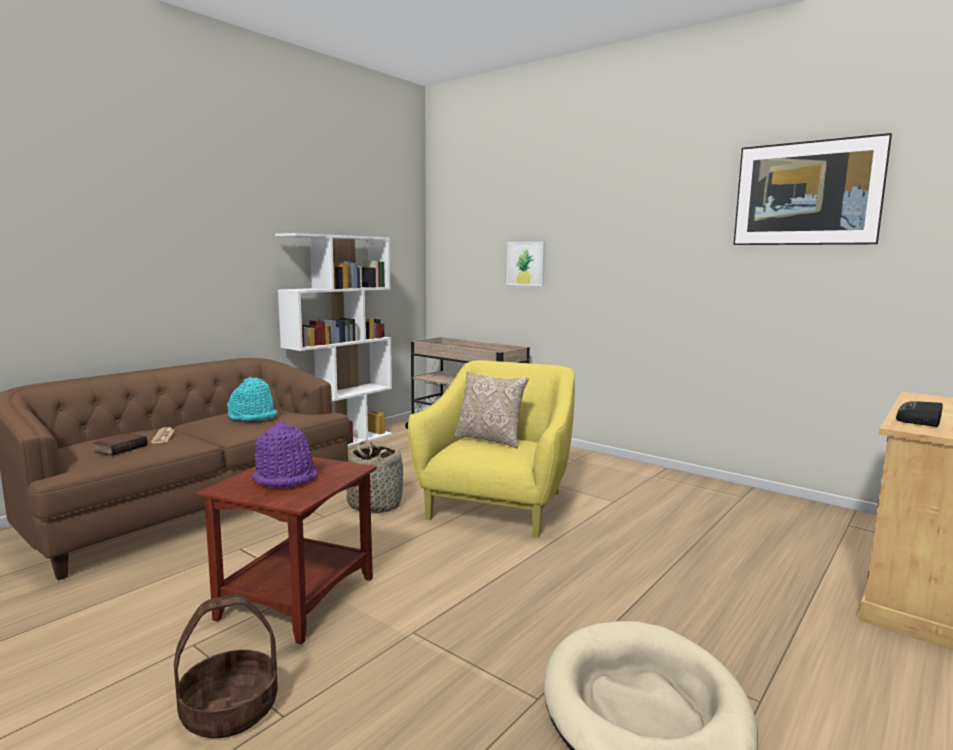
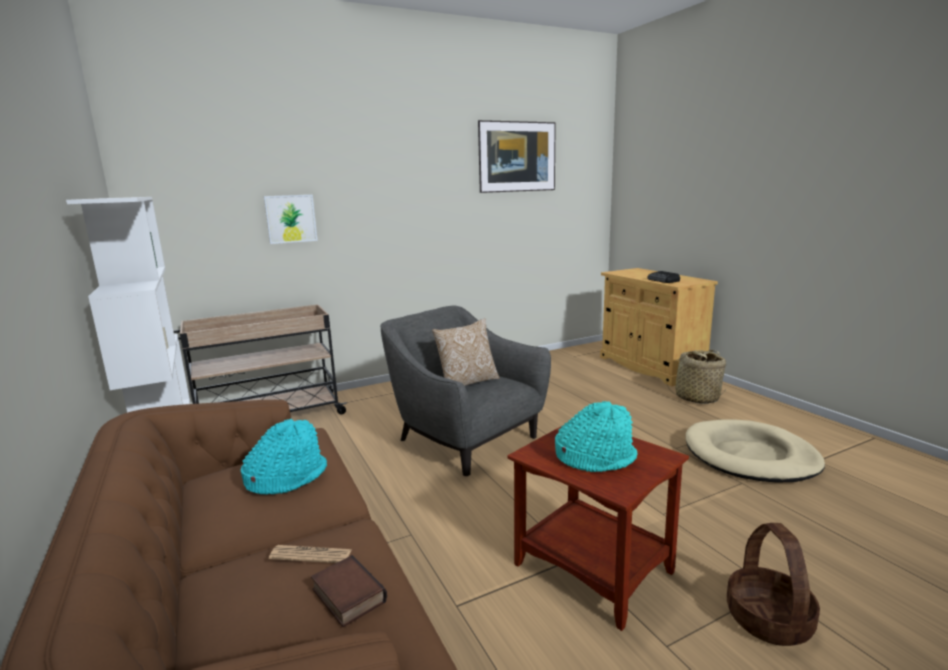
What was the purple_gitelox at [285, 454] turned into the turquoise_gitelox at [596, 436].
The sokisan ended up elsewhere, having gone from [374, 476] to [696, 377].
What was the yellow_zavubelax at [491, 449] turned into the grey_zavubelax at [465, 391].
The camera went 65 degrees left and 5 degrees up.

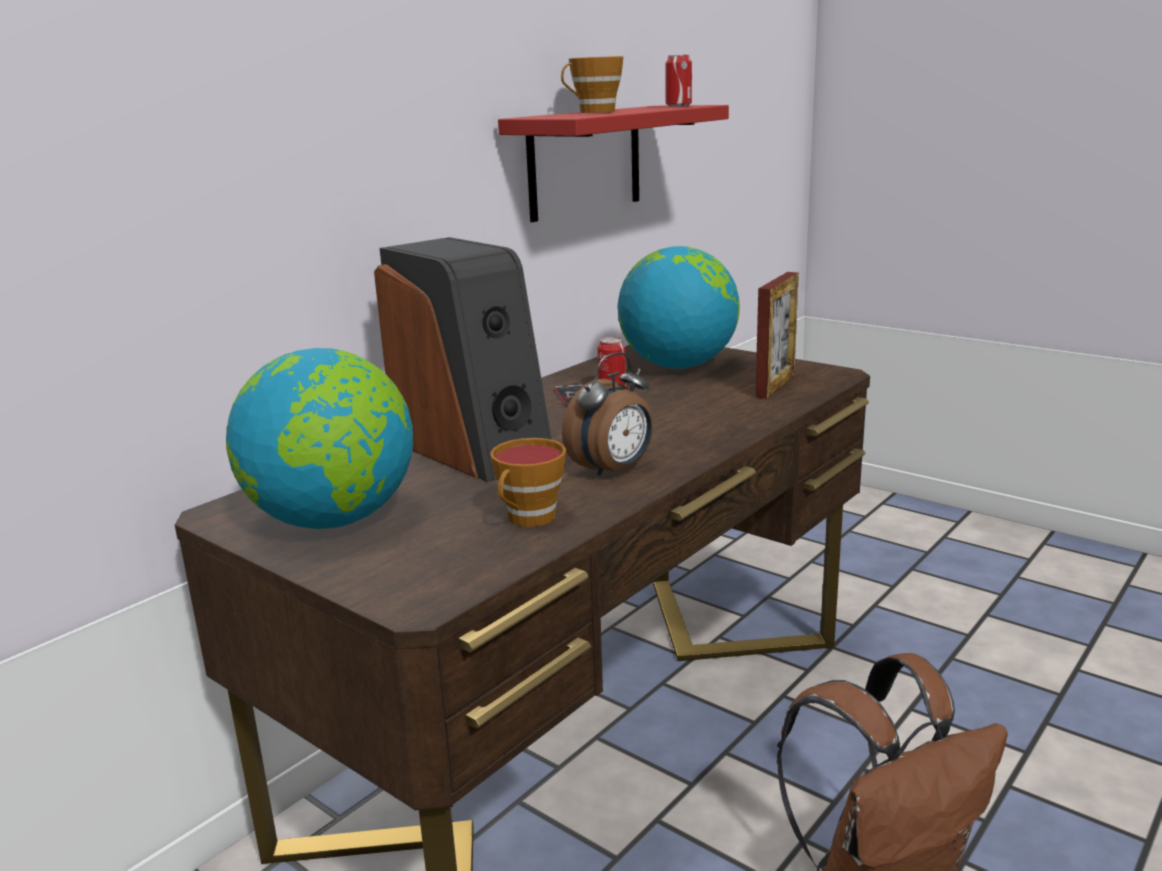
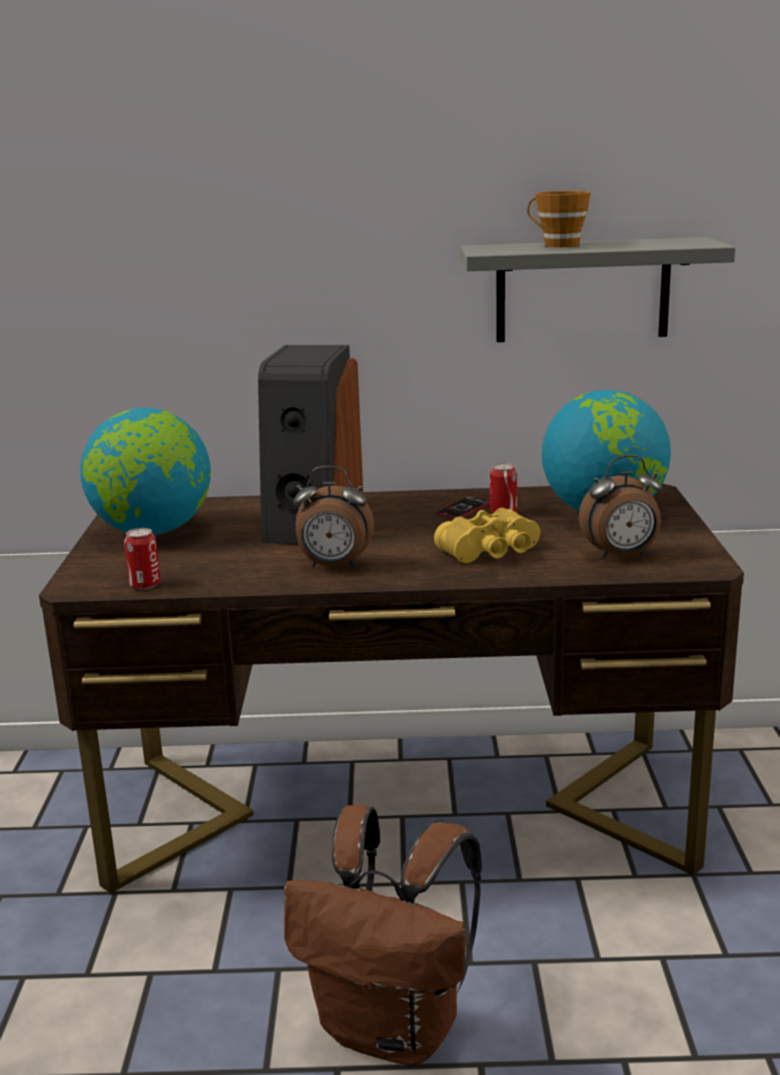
The second view lost the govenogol at [528, 482].
What was the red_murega at [613, 163] turned into the grey_murega at [598, 289].
The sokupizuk ended up elsewhere, having gone from [678, 81] to [142, 559].
Where the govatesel stood at [777, 335], the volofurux came to stand at [620, 507].
The second view gained the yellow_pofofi at [487, 535].
The camera went 50 degrees right and 0 degrees up.

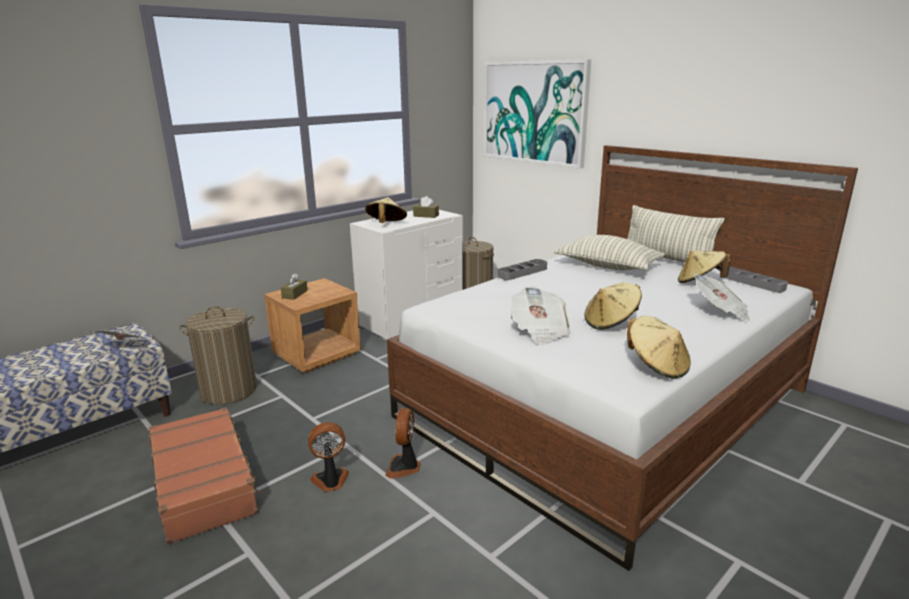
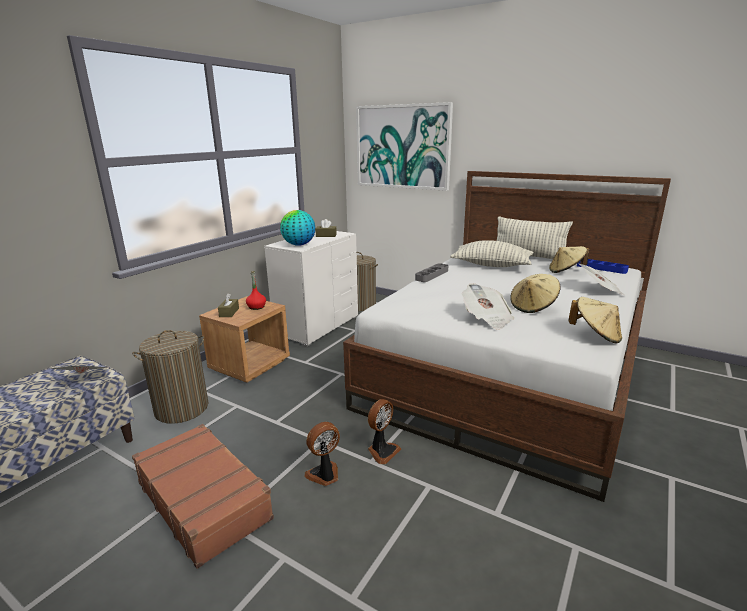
Where the beige_gitelox stood at [386, 210], the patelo came to stand at [297, 228].
The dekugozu at [403, 443] ended up facing another way, 135 degrees counterclockwise from before.
What was the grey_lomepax at [755, 280] turned into the blue_lomepax at [603, 266].
The second view gained the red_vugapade at [256, 290].
The camera went 15 degrees left and 0 degrees up.

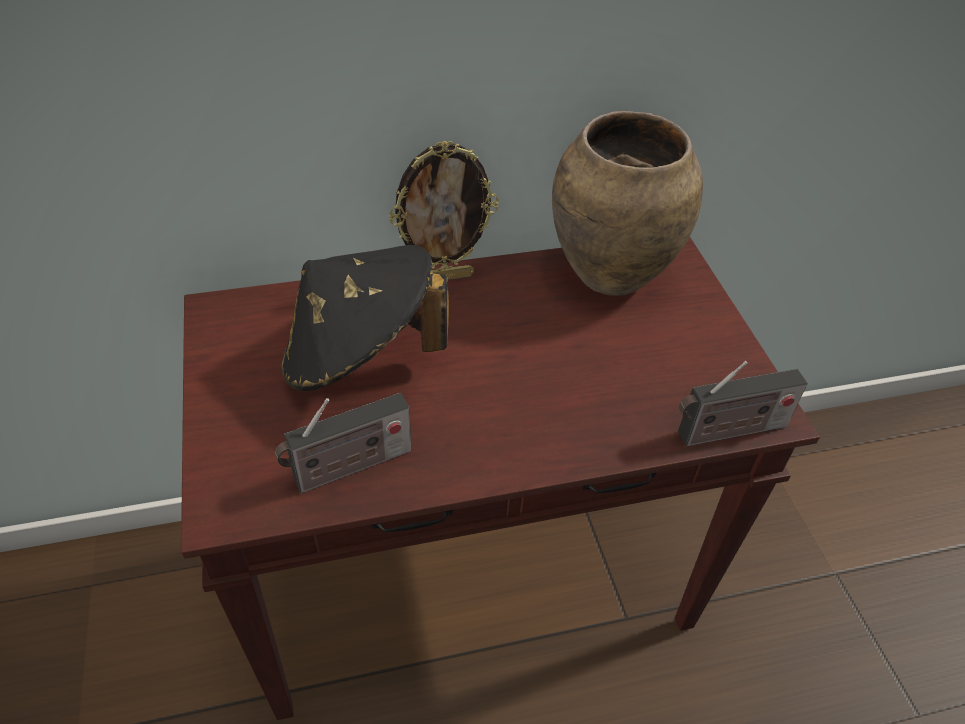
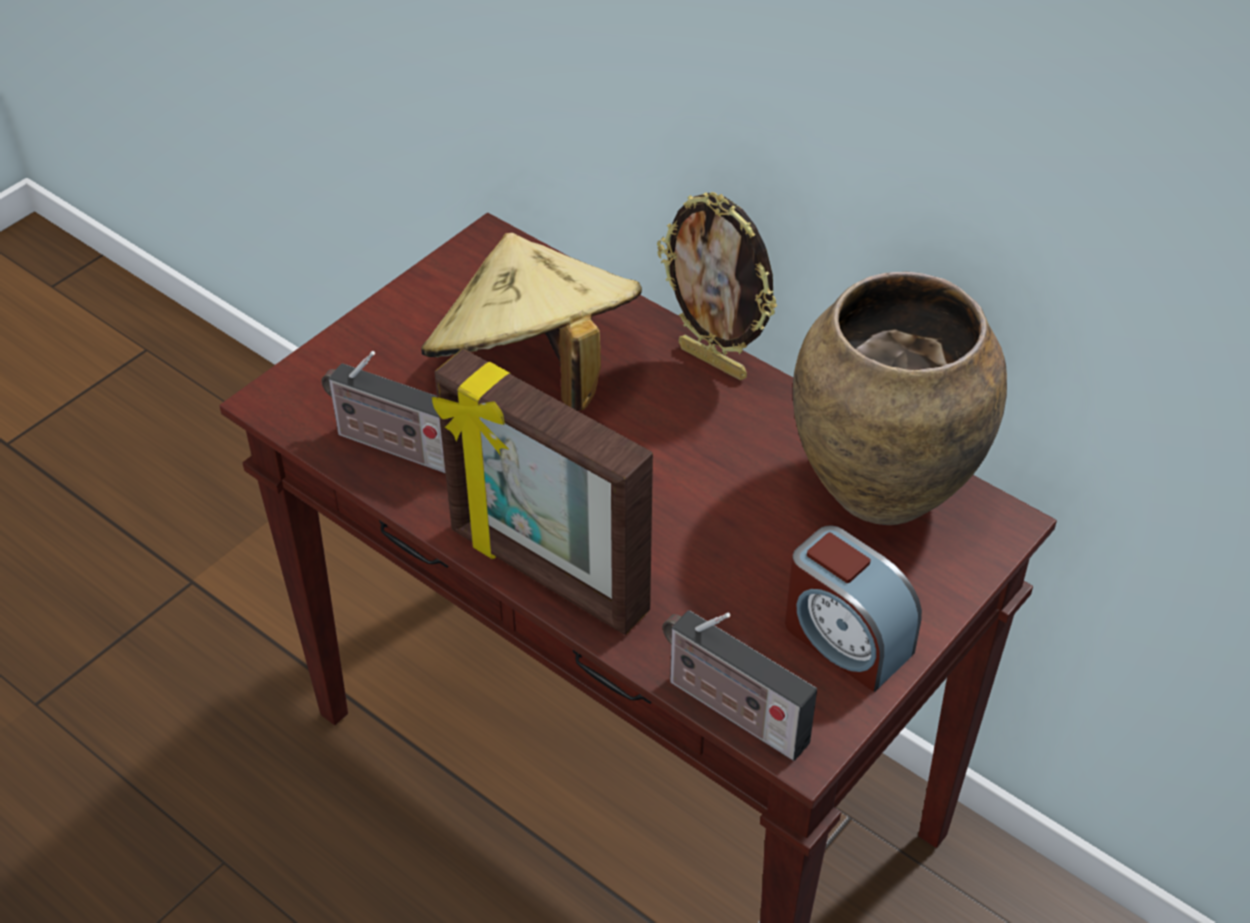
What was the black_gitelox at [365, 318] turned into the beige_gitelox at [531, 322].
The second view gained the govatesel at [542, 491].
The second view gained the volofurux at [853, 608].
The camera went 55 degrees right and 0 degrees up.

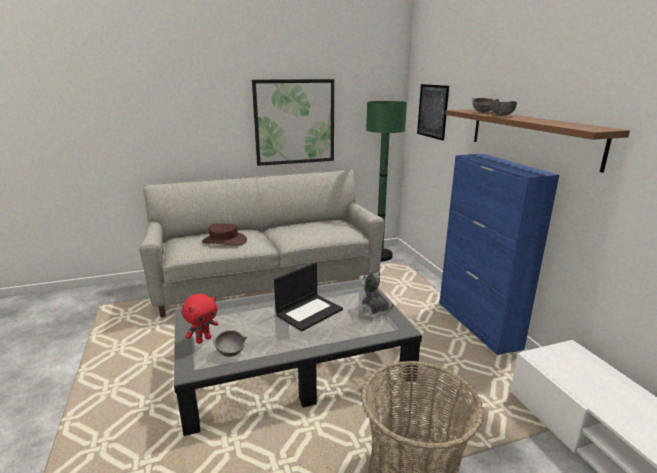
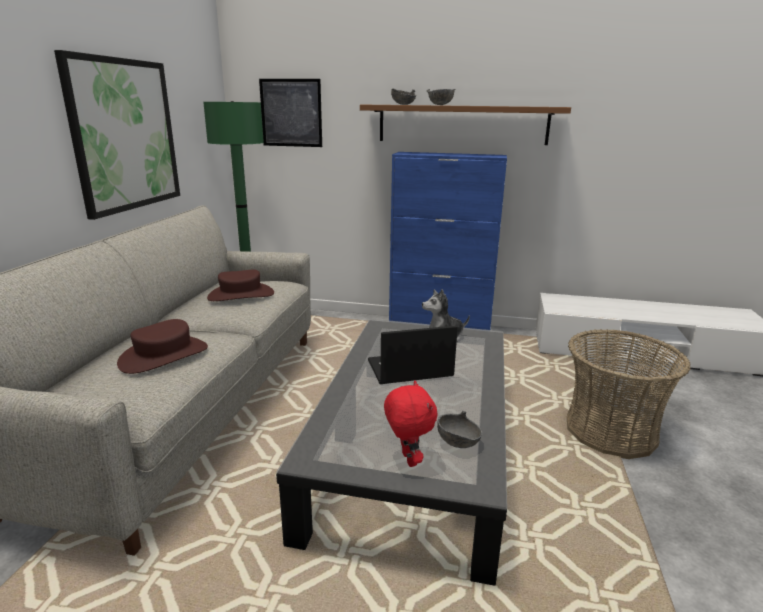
The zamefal at [308, 296] ended up facing another way, 90 degrees counterclockwise from before.
The second view gained the brown_gitelox at [240, 285].
The camera went 60 degrees left and 0 degrees up.

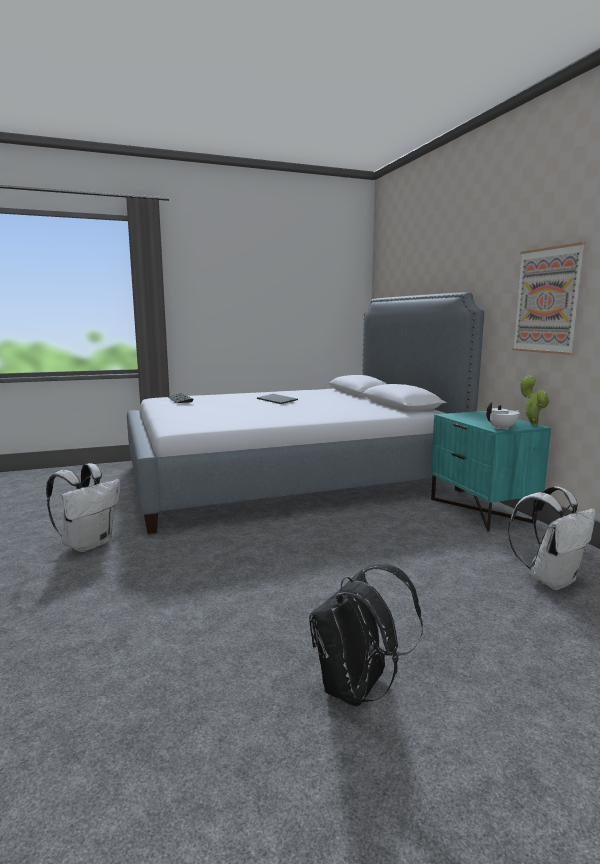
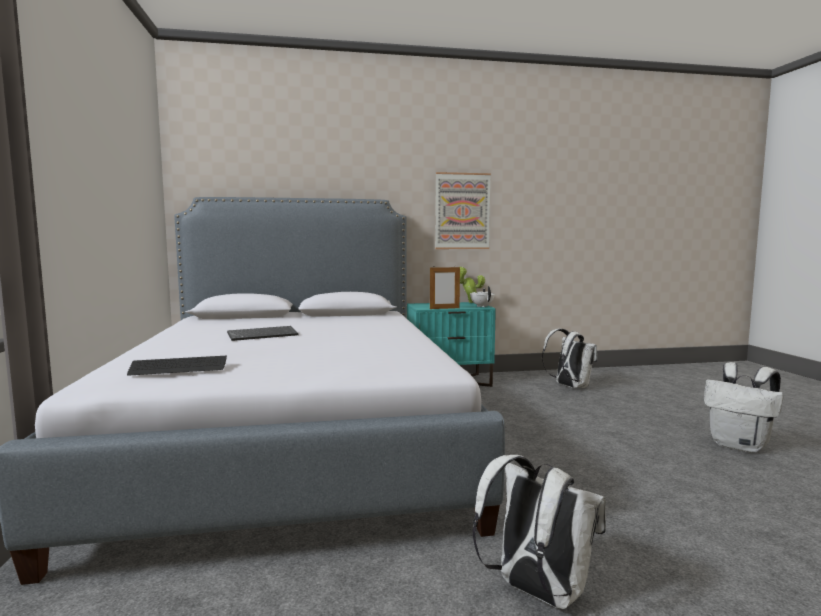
What was the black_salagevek at [366, 635] turned into the white_salagevek at [743, 407].
The second view gained the govatesel at [445, 288].
The camera went 80 degrees left and 5 degrees down.

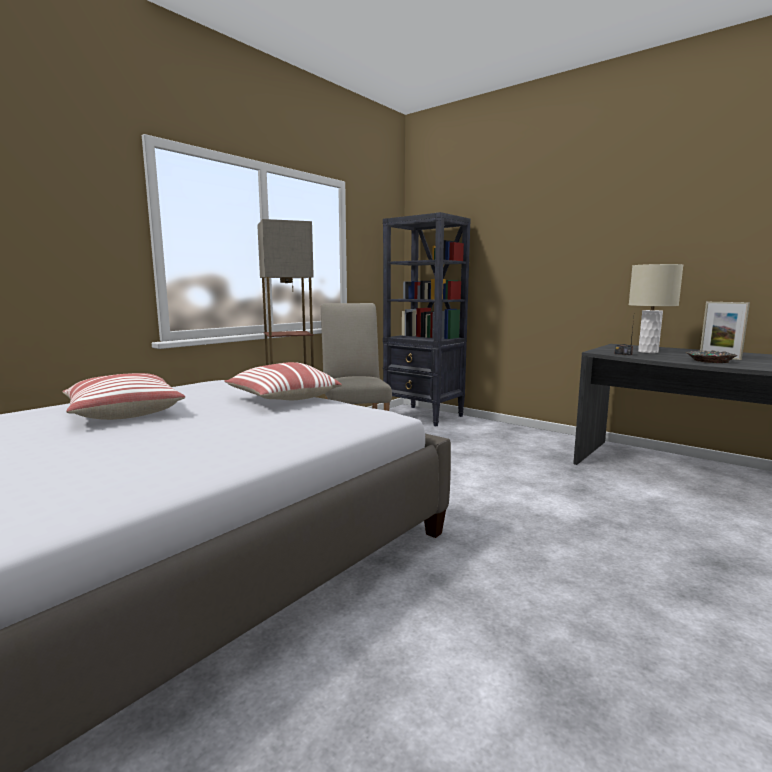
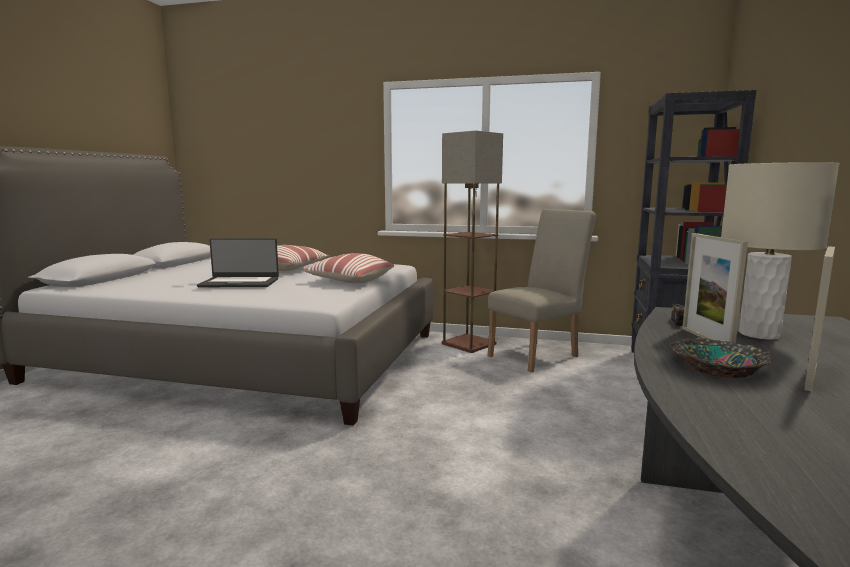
The second view gained the zamefal at [238, 262].
The second view gained the govatesel at [715, 288].
The camera went 65 degrees right and 0 degrees up.

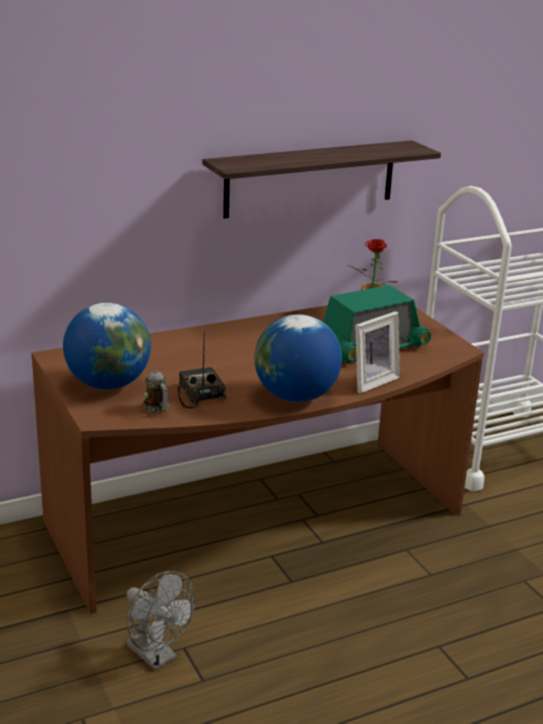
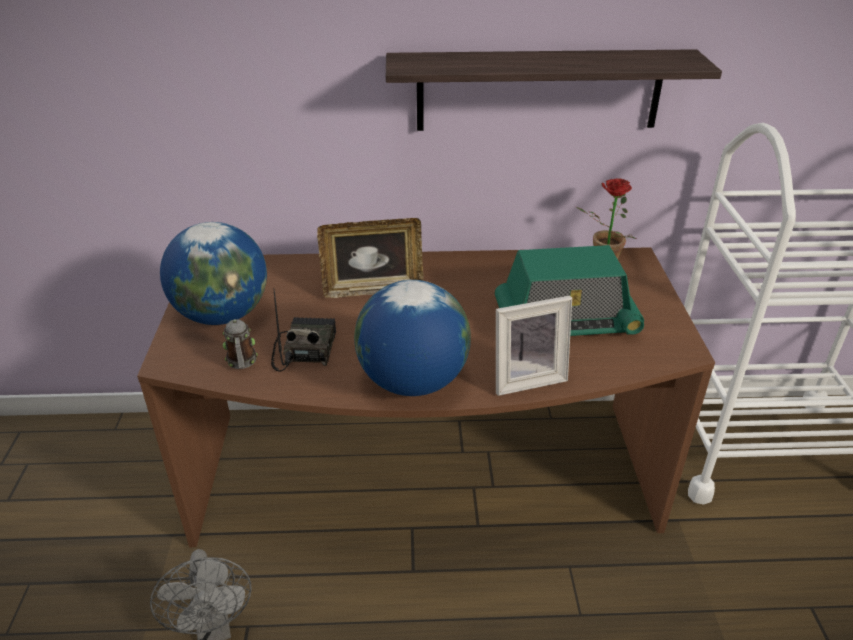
The second view gained the govatesel at [370, 258].
The camera went 25 degrees right and 10 degrees up.

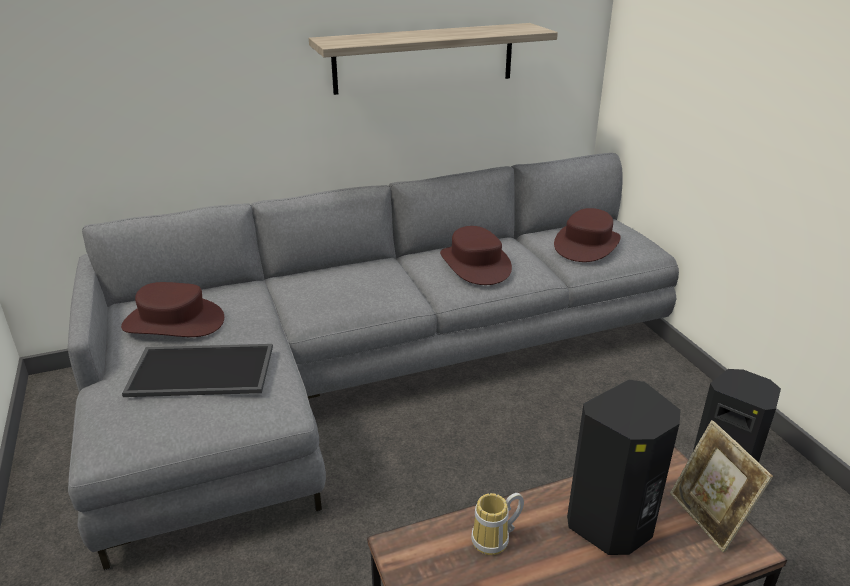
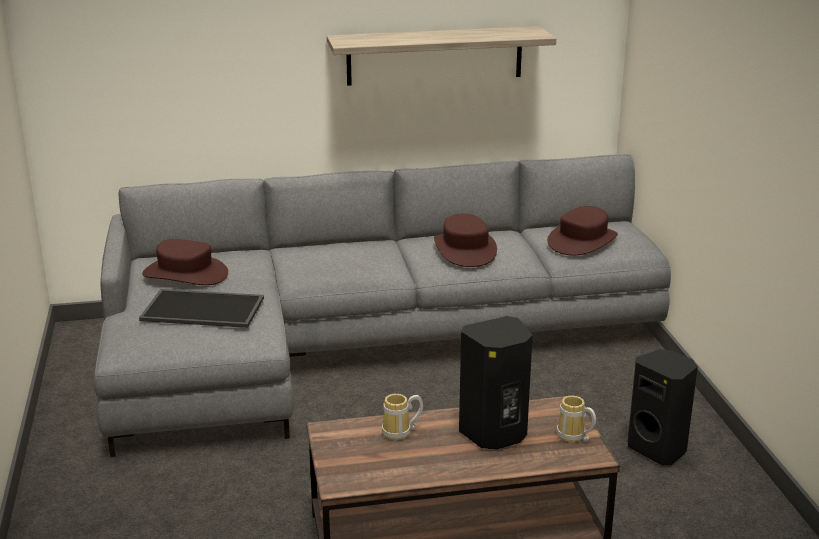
Where the govatesel stood at [721, 486], the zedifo came to stand at [576, 419].
The camera went 10 degrees right and 5 degrees down.

